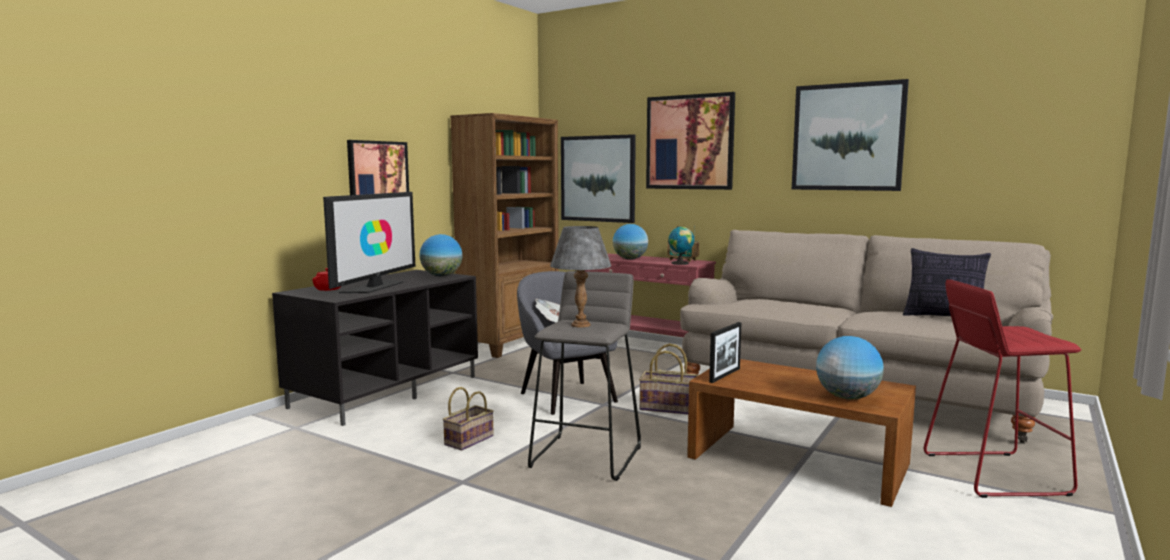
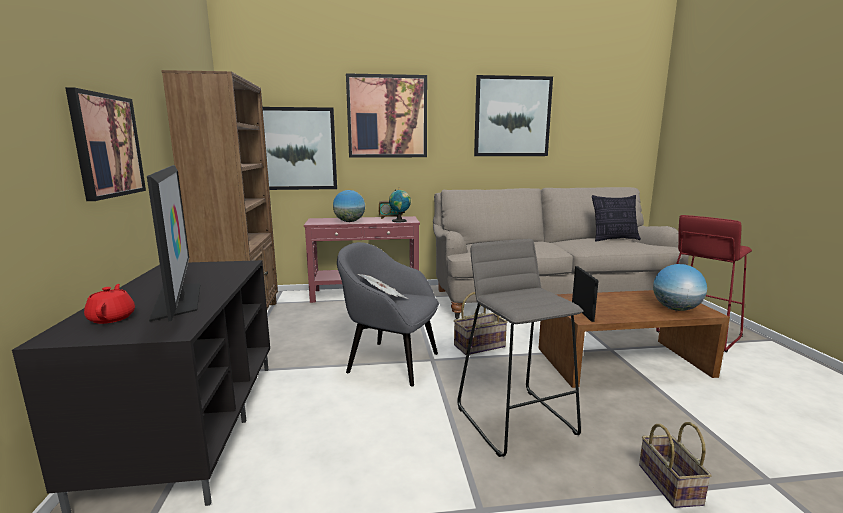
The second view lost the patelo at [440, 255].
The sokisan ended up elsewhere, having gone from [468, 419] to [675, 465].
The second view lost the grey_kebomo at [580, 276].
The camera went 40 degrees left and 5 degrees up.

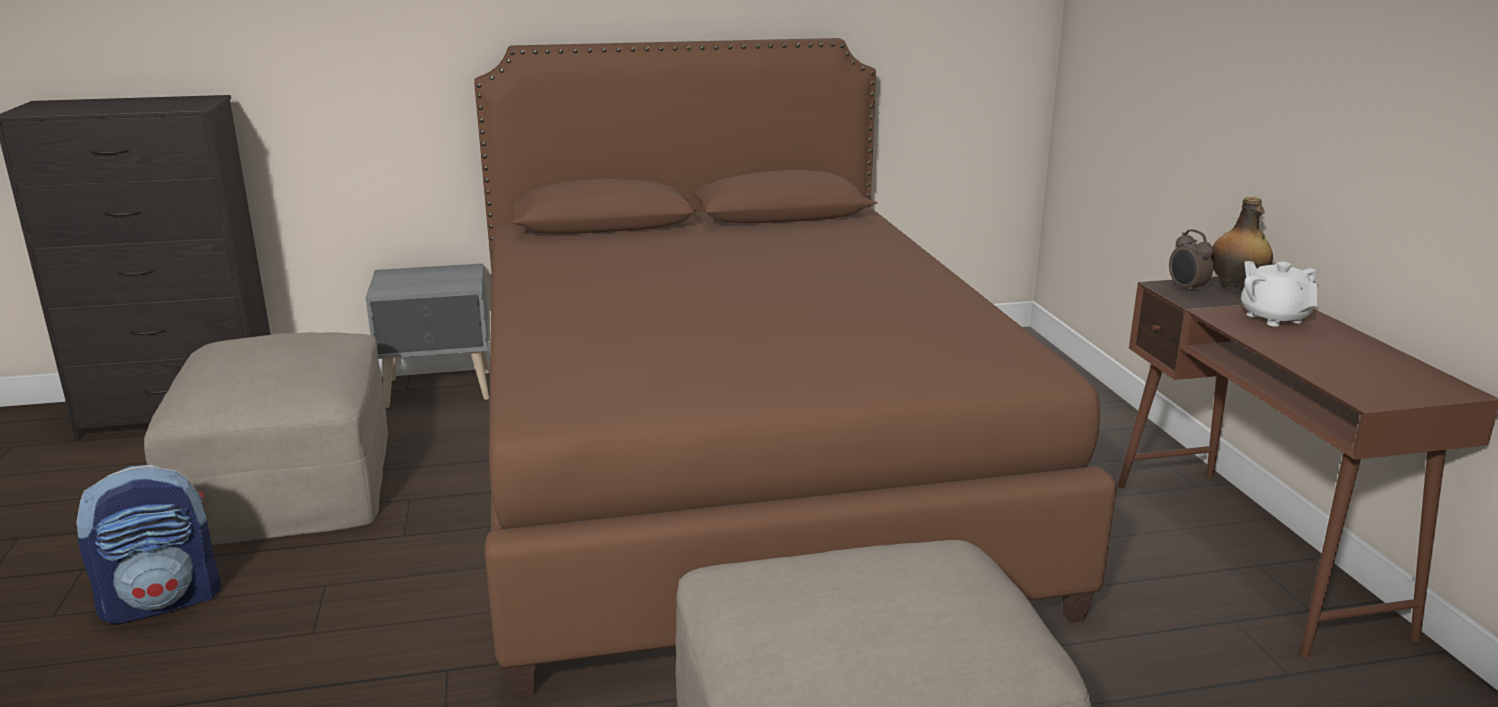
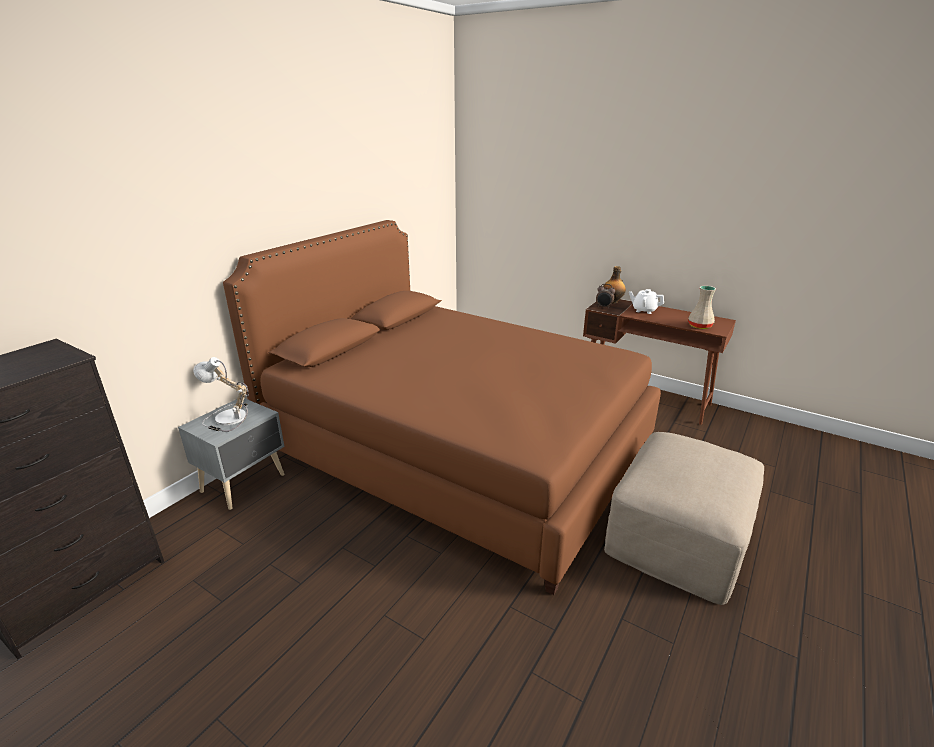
The second view lost the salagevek at [148, 544].
The second view lost the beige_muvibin at [266, 438].
The second view gained the kebomo at [221, 394].
The second view gained the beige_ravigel at [702, 307].
The camera went 45 degrees left and 5 degrees up.

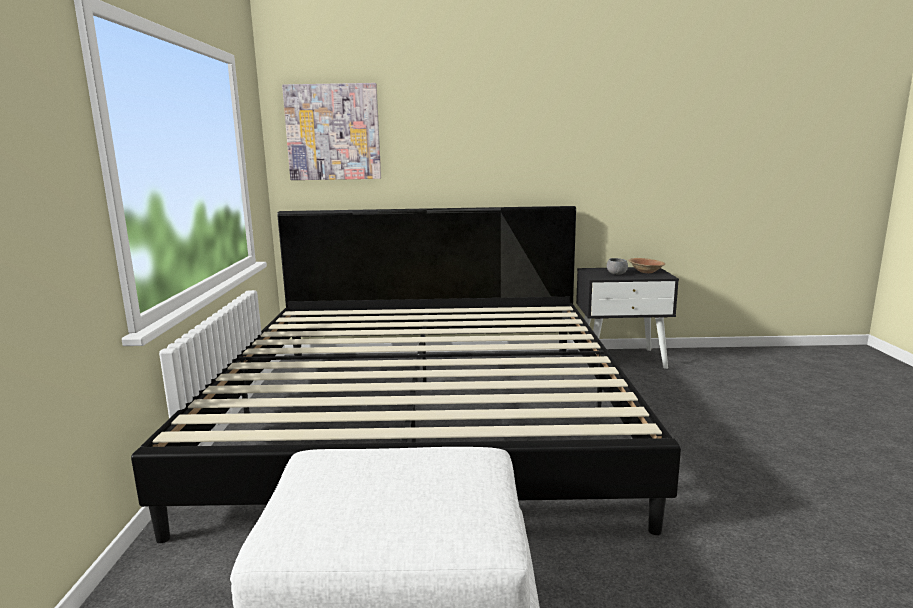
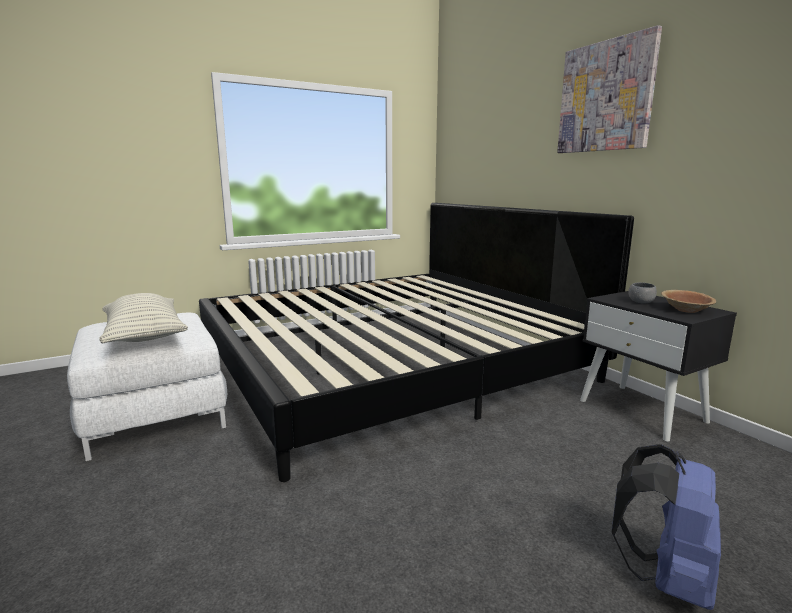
The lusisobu ended up elsewhere, having gone from [331, 131] to [609, 89].
The second view gained the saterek at [143, 318].
The second view gained the blue_salagevek at [666, 527].
The camera went 60 degrees right and 0 degrees up.

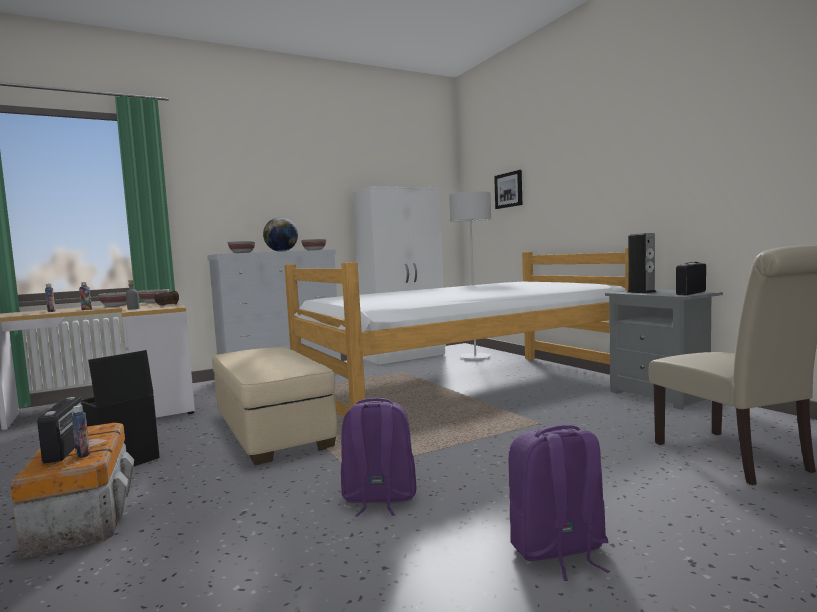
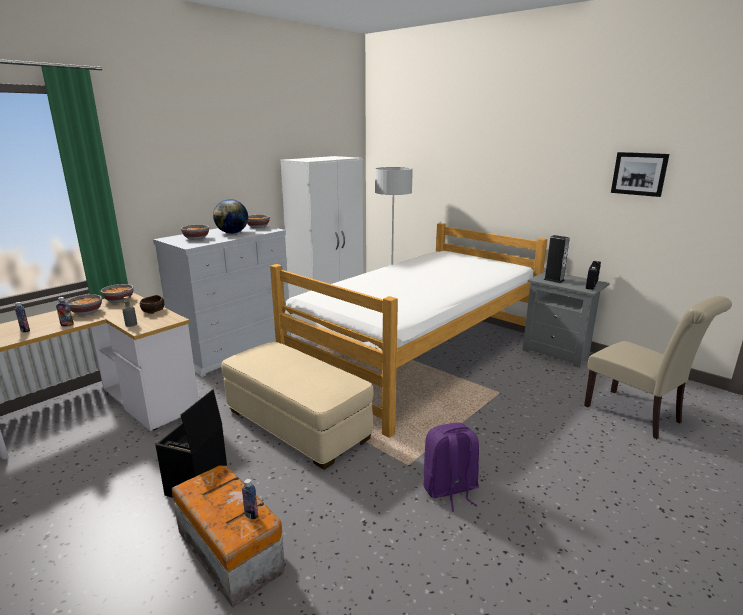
The second view lost the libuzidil at [60, 430].
The lusisobu ended up elsewhere, having gone from [508, 189] to [640, 174].
The second view lost the purple_salagevek at [559, 503].
The camera went 20 degrees left and 15 degrees up.

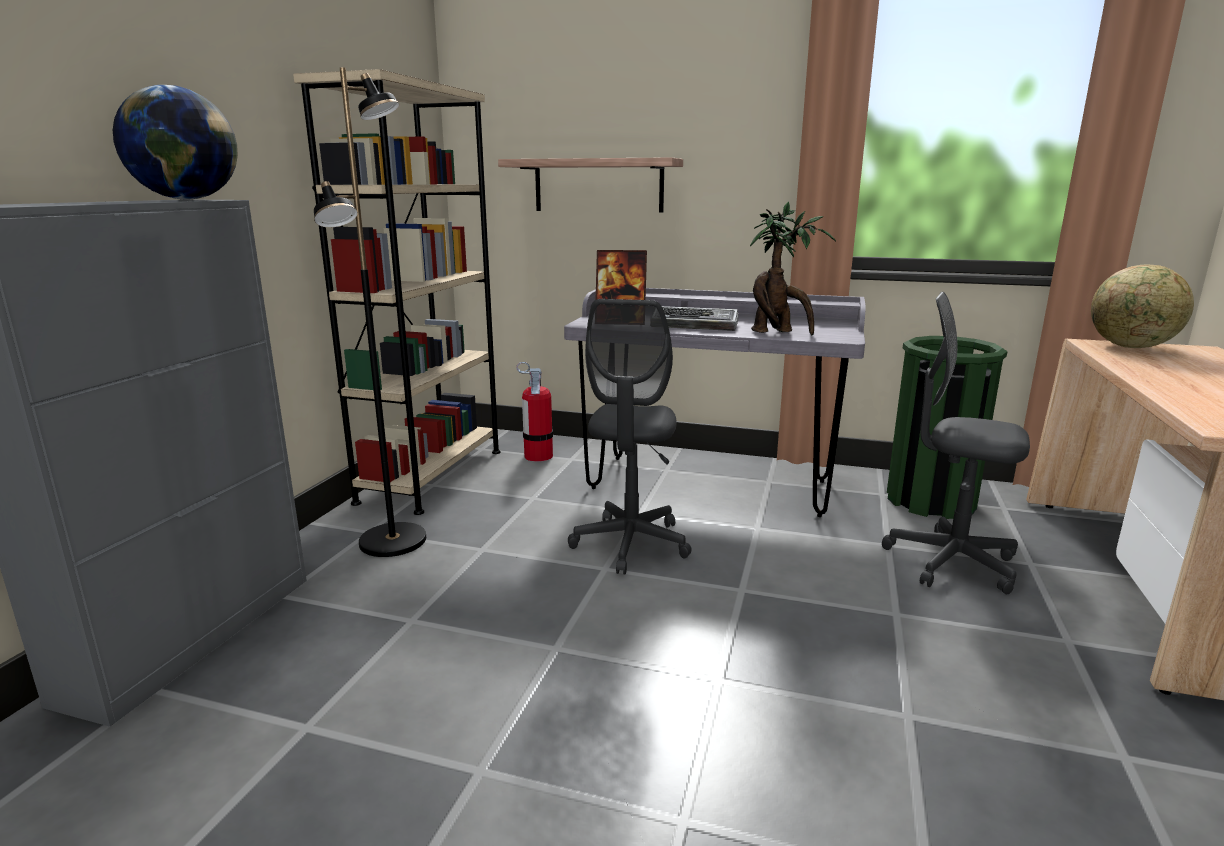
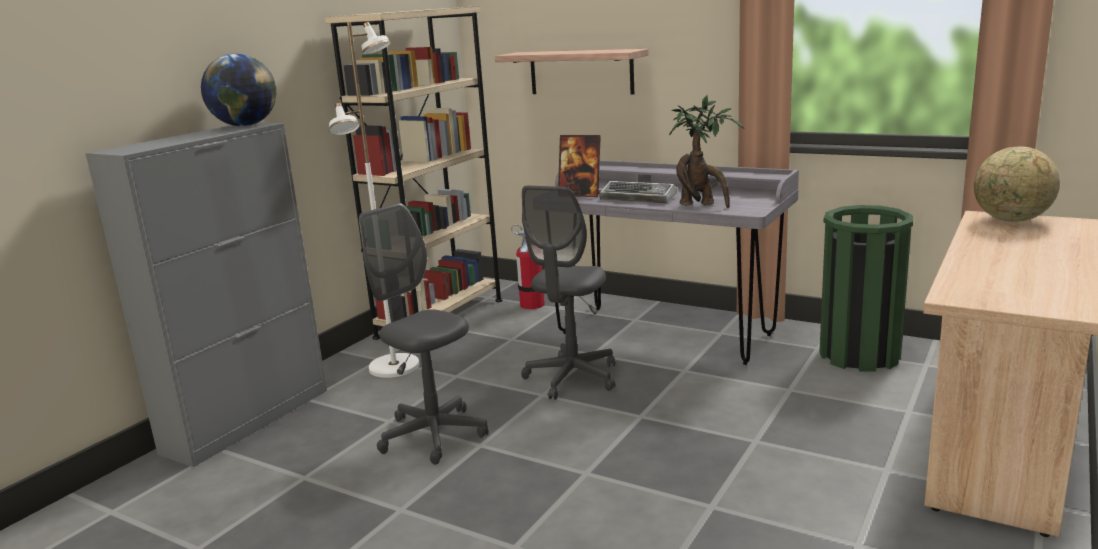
What was the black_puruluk at [370, 312] turned into the white_puruluk at [374, 200].
The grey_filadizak ended up elsewhere, having gone from [956, 443] to [424, 334].
The camera went 15 degrees right and 0 degrees up.

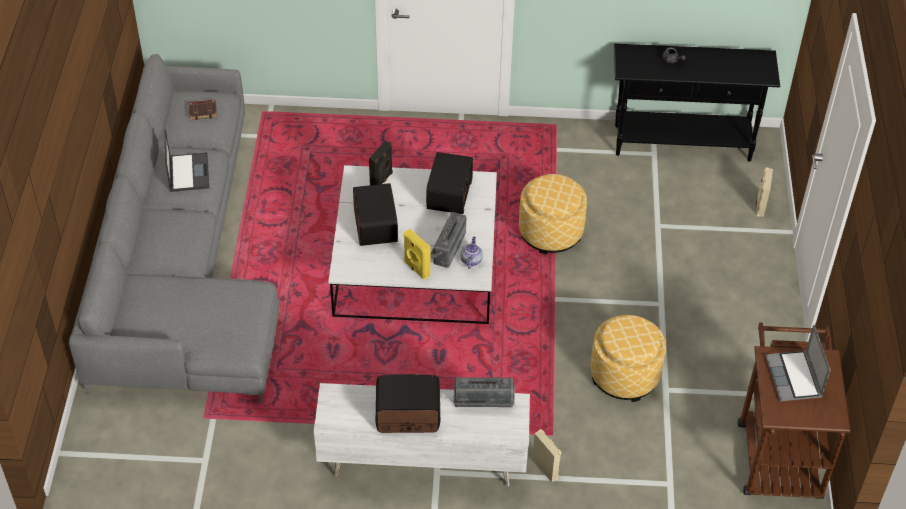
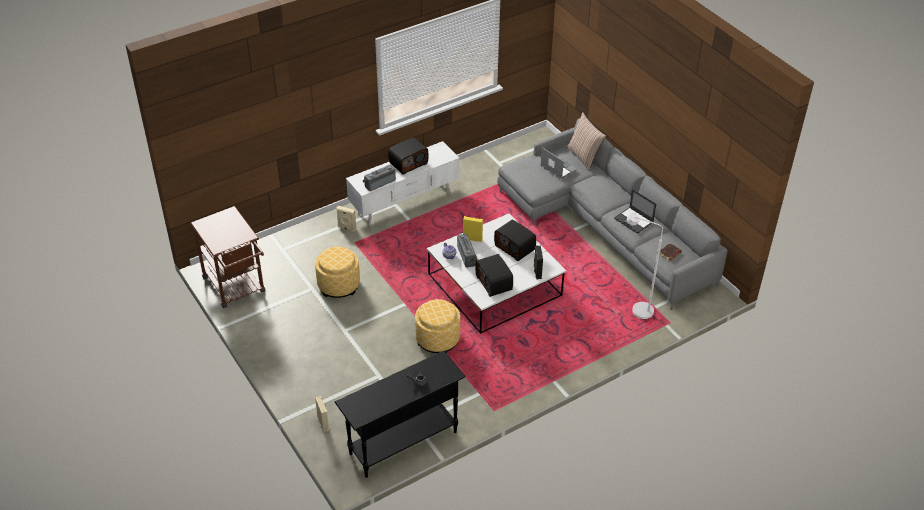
The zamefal ended up elsewhere, having gone from [798, 362] to [558, 163].
The second view gained the saterek at [586, 141].
The second view gained the white_puruluk at [645, 266].
The camera went 145 degrees right and 5 degrees down.

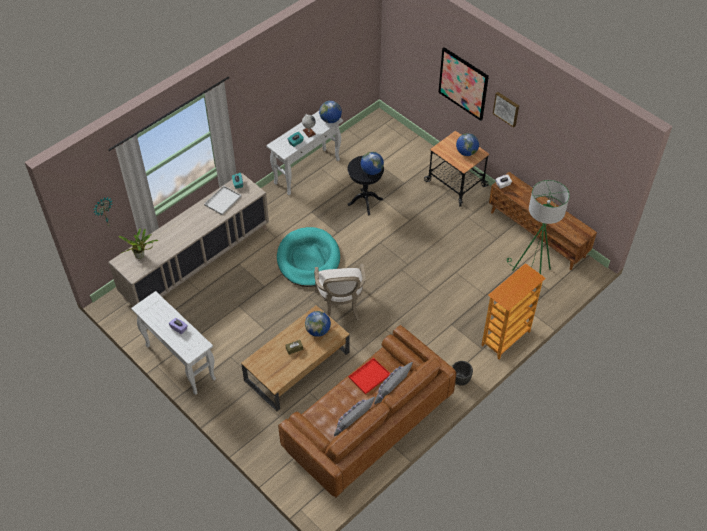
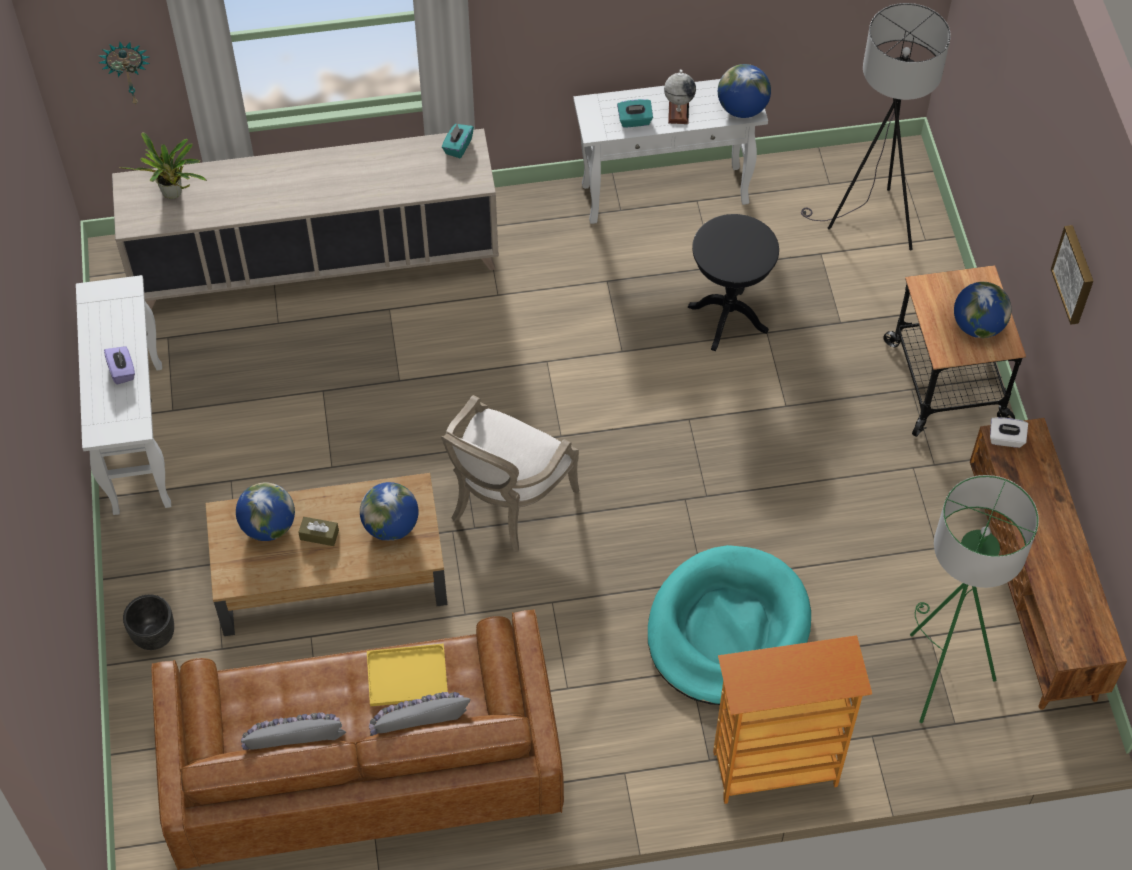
The second view lost the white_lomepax at [223, 200].
The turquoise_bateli ended up elsewhere, having gone from [308, 257] to [729, 625].
What was the red_lomepax at [369, 376] turned into the yellow_lomepax at [407, 674].
The patelo ended up elsewhere, having gone from [372, 163] to [265, 511].
The second view lost the lusisobu at [463, 84].
The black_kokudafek ended up elsewhere, having gone from [462, 373] to [148, 622].
The second view gained the grey_puruluk at [876, 126].
The camera went 35 degrees right and 5 degrees up.

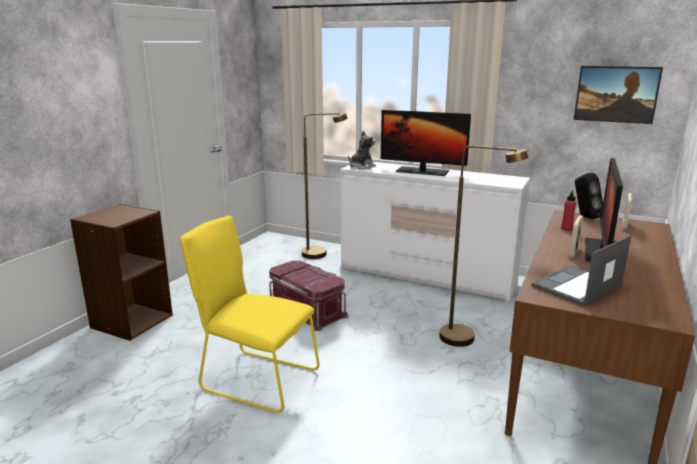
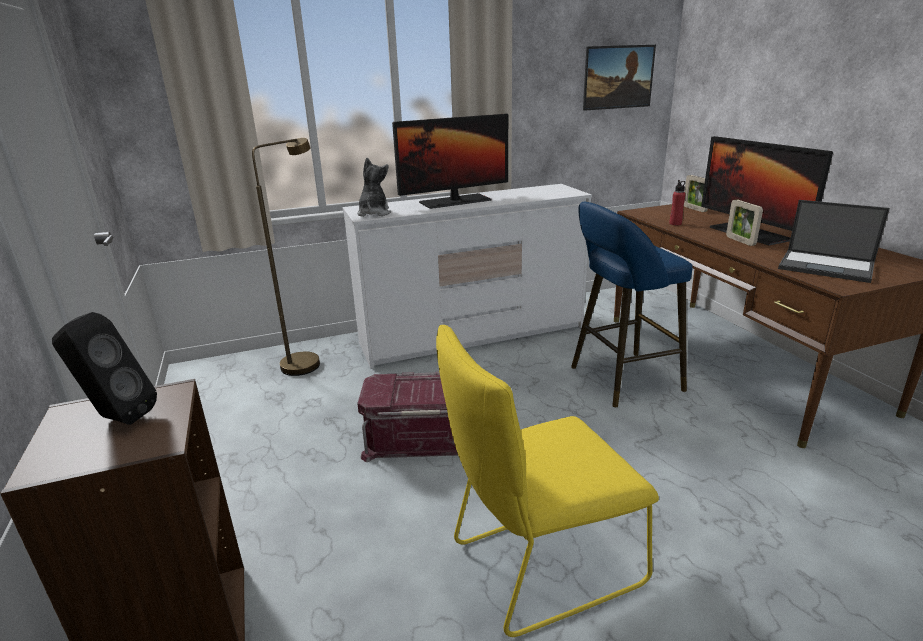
Where the brown_puruluk stood at [483, 246], the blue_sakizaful came to stand at [632, 304].
The zamefal at [581, 271] ended up facing another way, 60 degrees counterclockwise from before.
The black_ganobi ended up elsewhere, having gone from [589, 196] to [104, 368].
The camera went 45 degrees left and 5 degrees up.

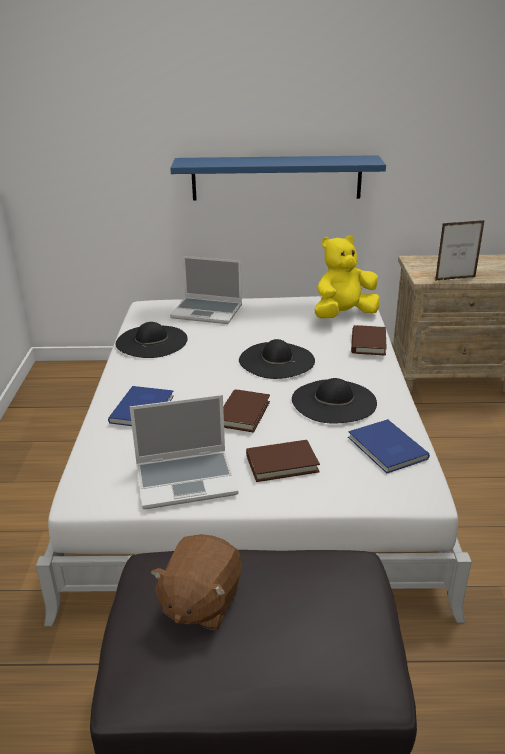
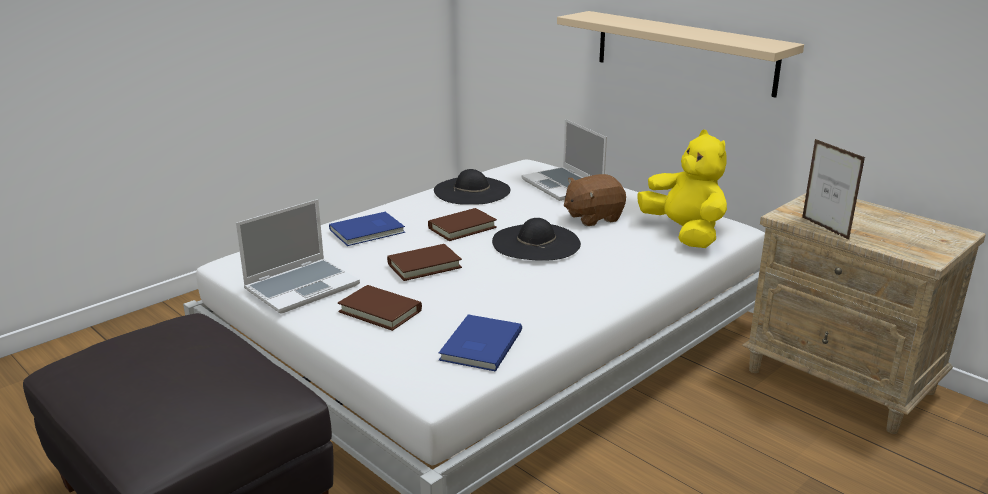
The zamefal at [184, 452] ended up facing another way, 75 degrees counterclockwise from before.
The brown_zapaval ended up elsewhere, having gone from [196, 582] to [595, 200].
What was the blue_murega at [278, 178] turned into the beige_murega at [680, 54].
The second view lost the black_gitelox at [334, 400].
The yellow_zapaval at [347, 276] ended up facing another way, 45 degrees clockwise from before.
The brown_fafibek ended up elsewhere, having gone from [369, 340] to [462, 224].
The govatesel at [460, 250] ended up facing another way, 150 degrees counterclockwise from before.
The camera went 45 degrees right and 5 degrees down.

